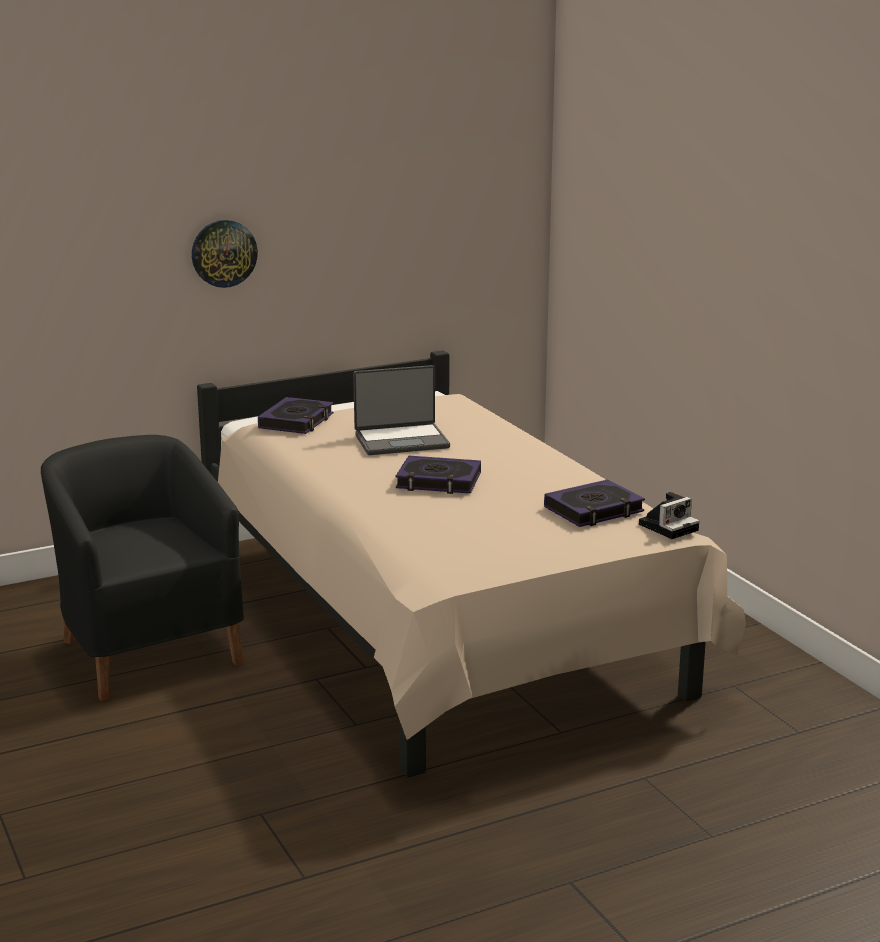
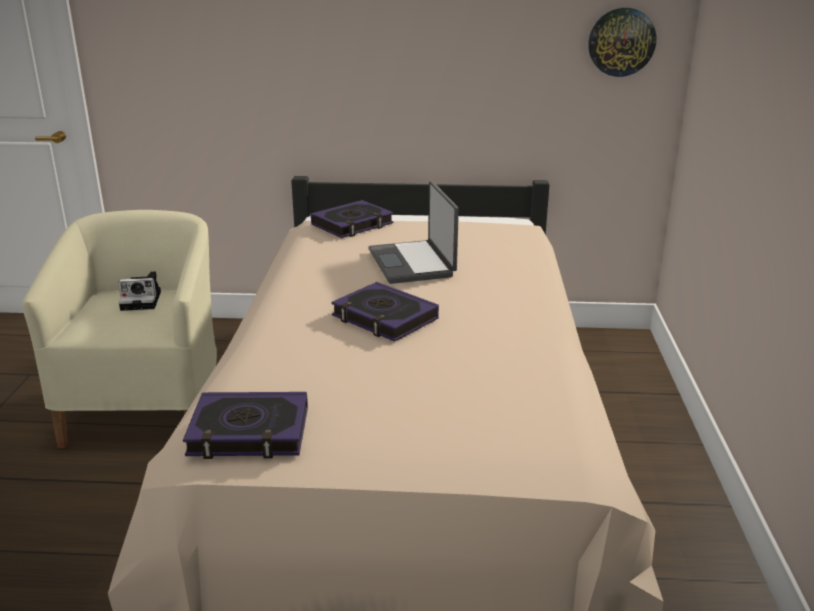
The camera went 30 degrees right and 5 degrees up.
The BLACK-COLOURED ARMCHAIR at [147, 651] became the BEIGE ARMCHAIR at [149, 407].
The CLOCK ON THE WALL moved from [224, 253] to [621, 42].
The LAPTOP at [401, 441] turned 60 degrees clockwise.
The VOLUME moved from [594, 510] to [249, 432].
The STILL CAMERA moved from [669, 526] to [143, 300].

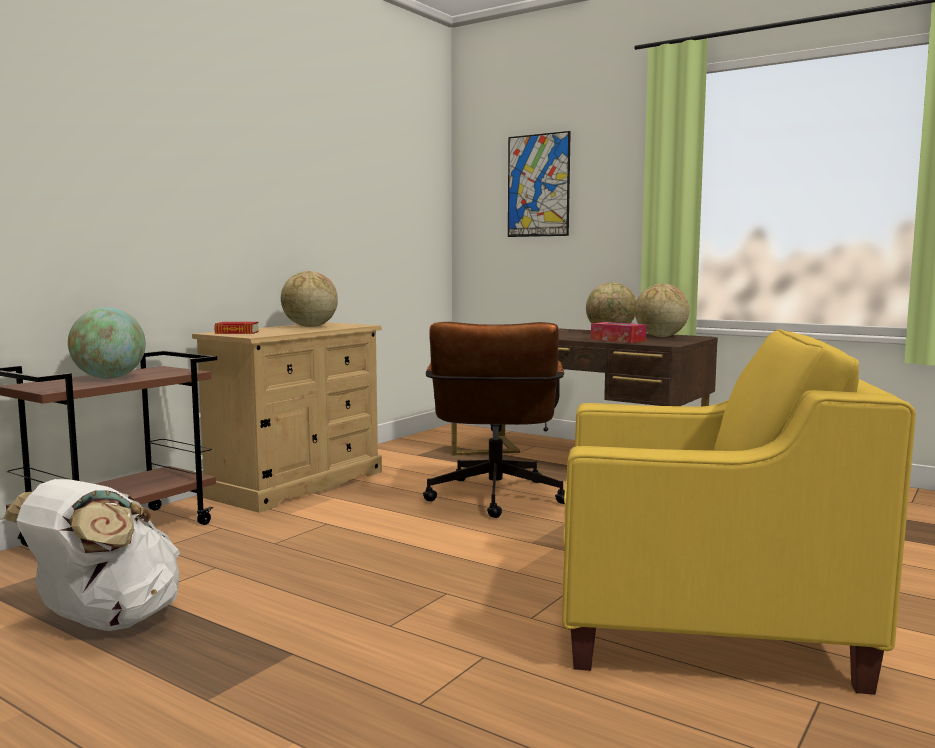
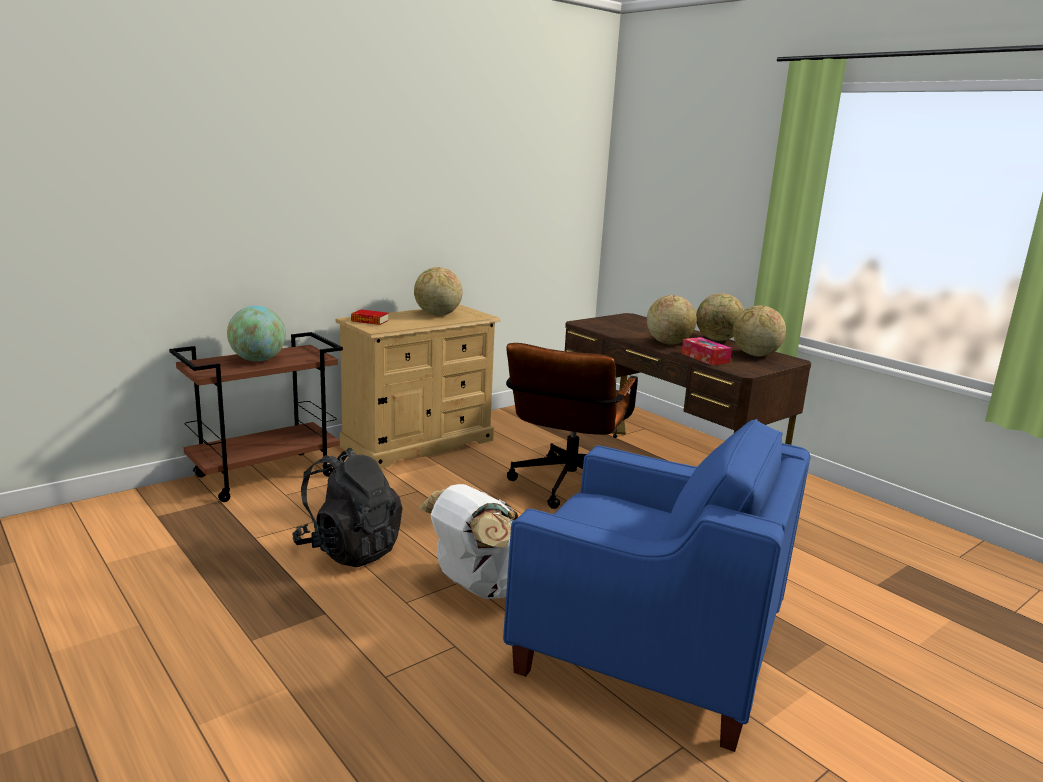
The camera went 15 degrees right and 10 degrees up.
The WHITISH KNAPSACK moved from [105, 622] to [479, 588].
The WALL ART at [538, 185] disappeared.
The YELLOW-COLOURED ARMCHAIR at [703, 624] became the BLUE-COLOURED ARMCHAIR at [647, 652].
The BLACK-COLOURED KNAPSACK at [349, 549] appeared.
The DESK GLOBE at [668, 343] appeared.

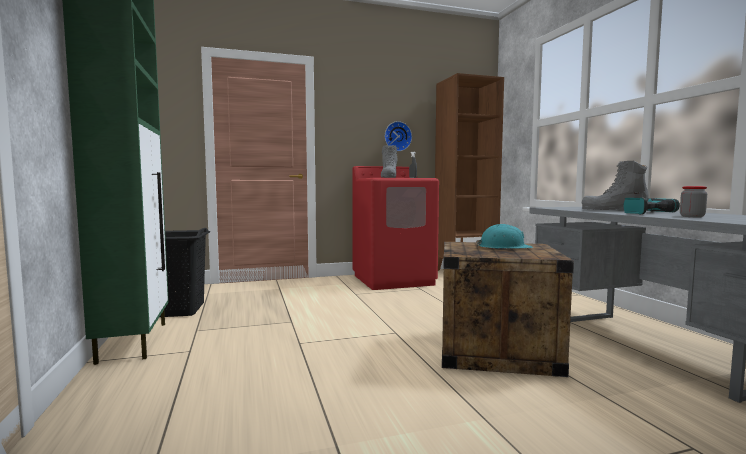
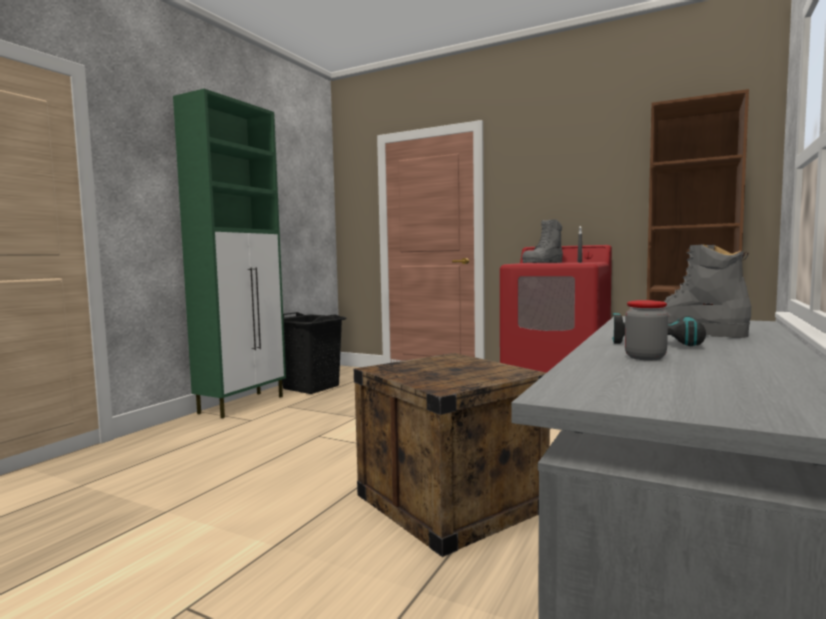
The camera went 45 degrees right and 0 degrees up.
The CLOCK ON THE WALL at [397, 136] disappeared.
The TURQUOISE-COLOURED SAFETY HELMET at [504, 247] disappeared.

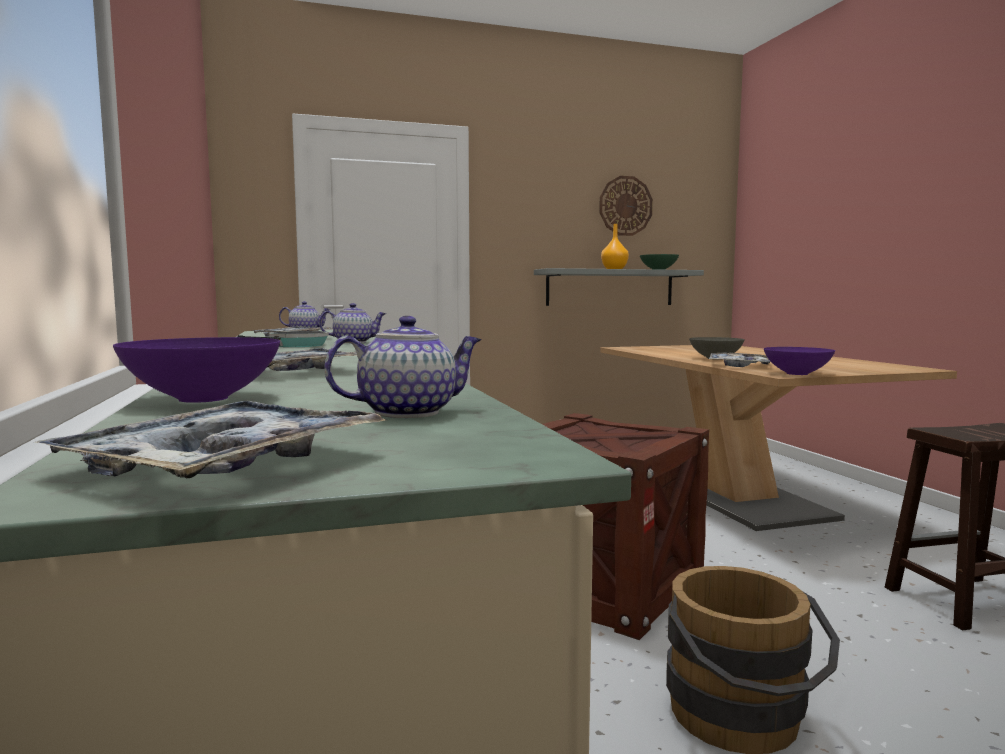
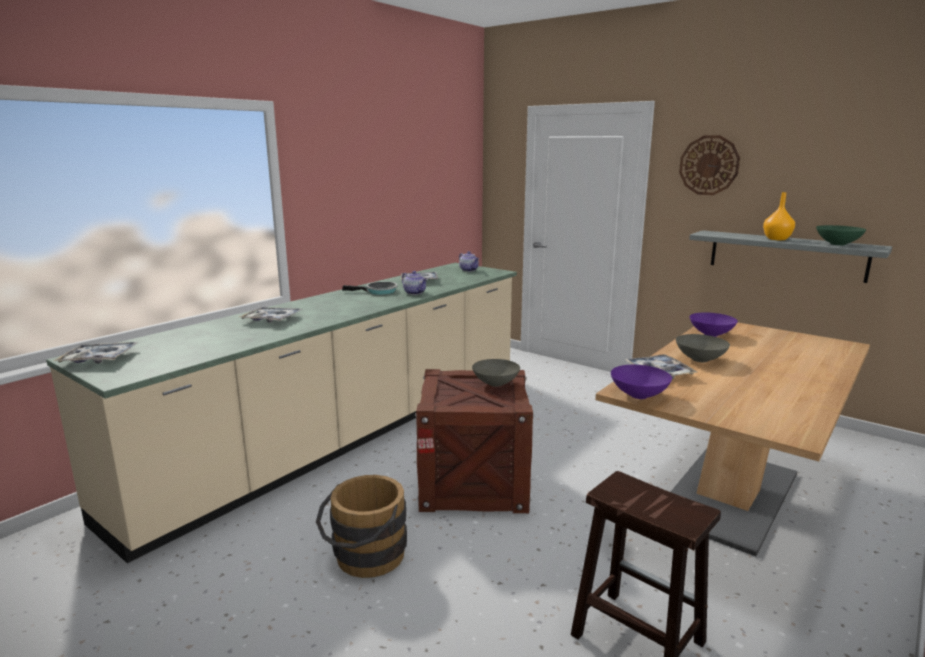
The camera went 55 degrees right and 10 degrees up.
The PURPLE-COLOURED BOWL moved from [205, 398] to [711, 334].
The TEAPOT at [408, 412] disappeared.
The CLOCK ON THE WALL moved from [625, 206] to [709, 165].
The GRAY BOWL at [495, 384] appeared.

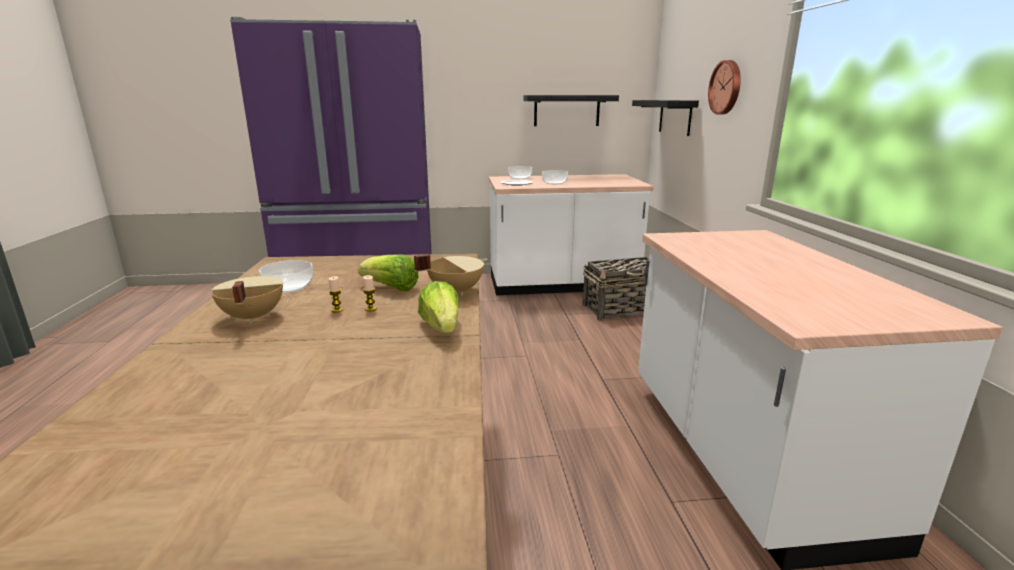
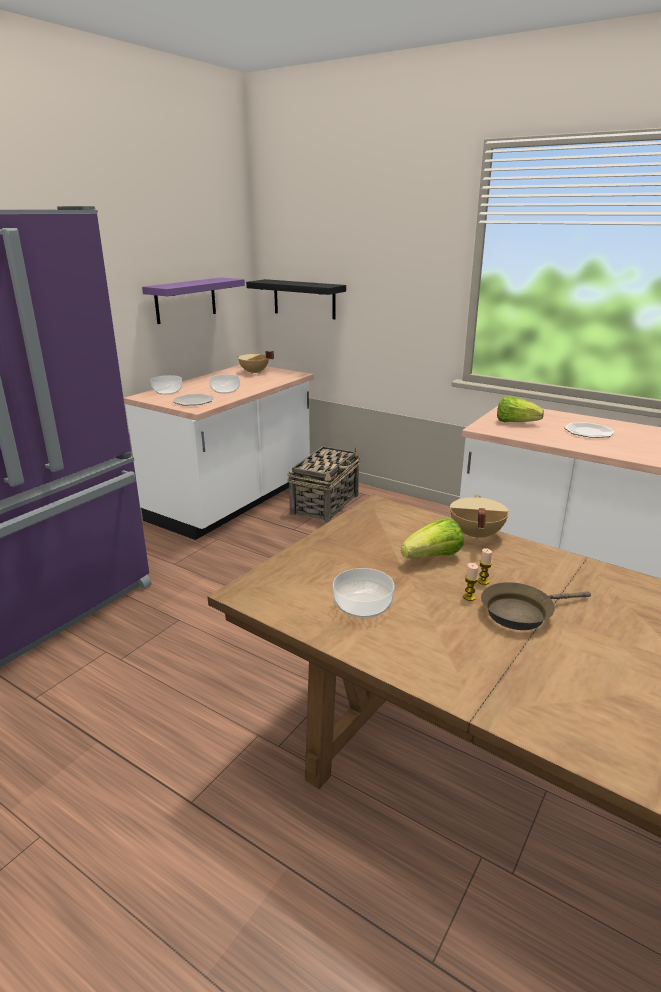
The camera went 50 degrees left and 5 degrees up.
The BEIGE STOCKPOT moved from [251, 317] to [254, 372].
The LETTUCE HEAD moved from [441, 327] to [515, 423].
The BLACK-COLOURED WALL SHELF at [566, 110] became the PURPLE-COLOURED WALL SHELF at [185, 300].
The CLOCK ON THE WALL at [726, 87] disappeared.
The BROWNISH FRYING PAN at [521, 612] appeared.
The PLATE at [588, 432] appeared.

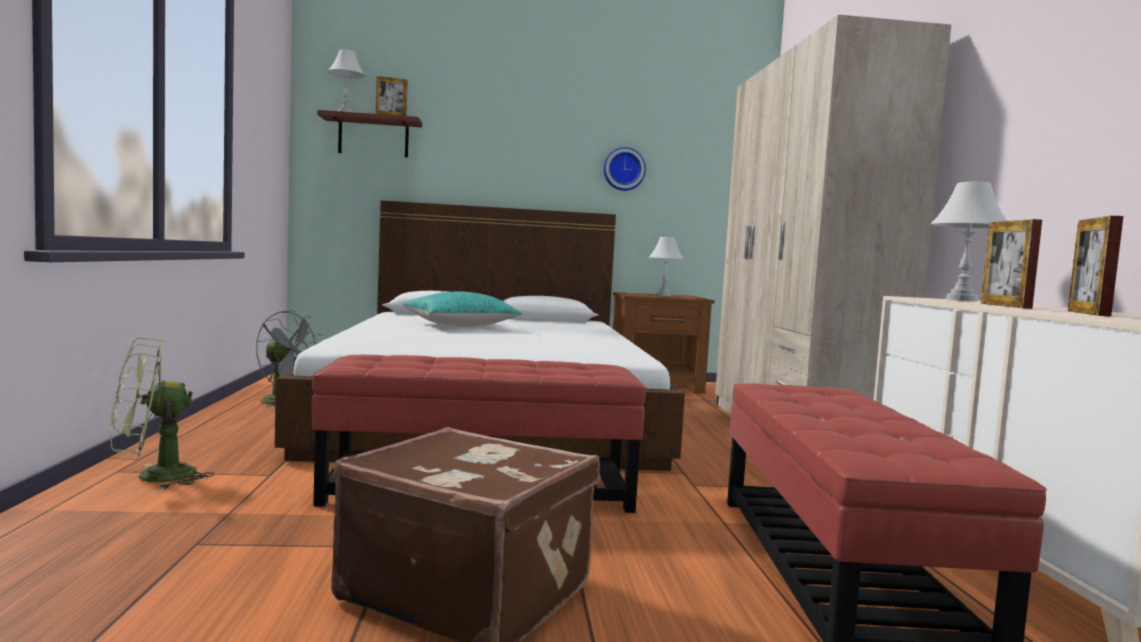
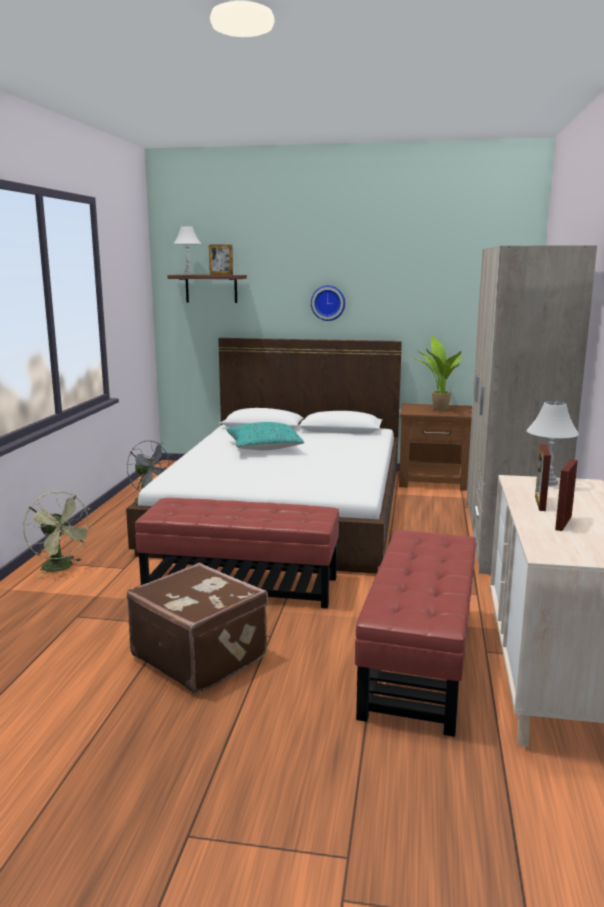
The camera went 15 degrees right and 10 degrees up.
The GREENISH FAN at [153, 477] turned 120 degrees counterclockwise.
The CLOCK ON THE WALL moved from [623, 169] to [328, 303].
The WHITISH TABLETOP LAMP at [663, 295] was replaced by the POTTED PLANT at [438, 410].

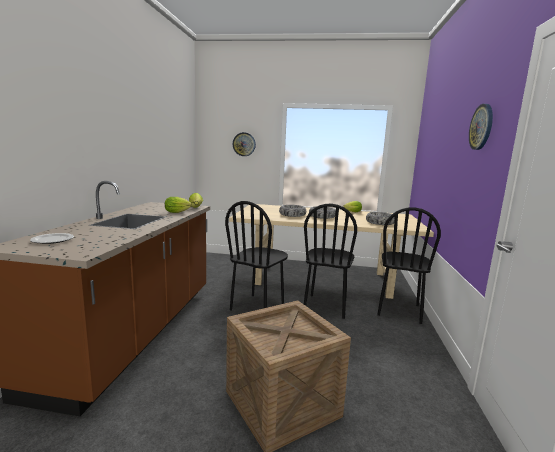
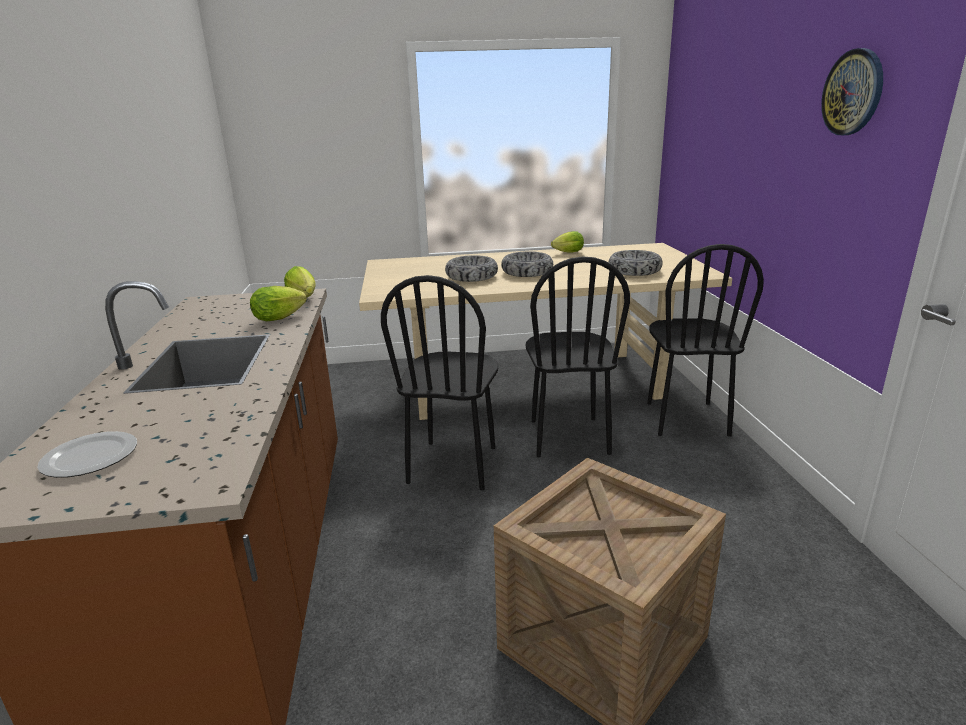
The camera went 15 degrees left and 10 degrees up.
The CLOCK ON THE WALL at [244, 144] disappeared.

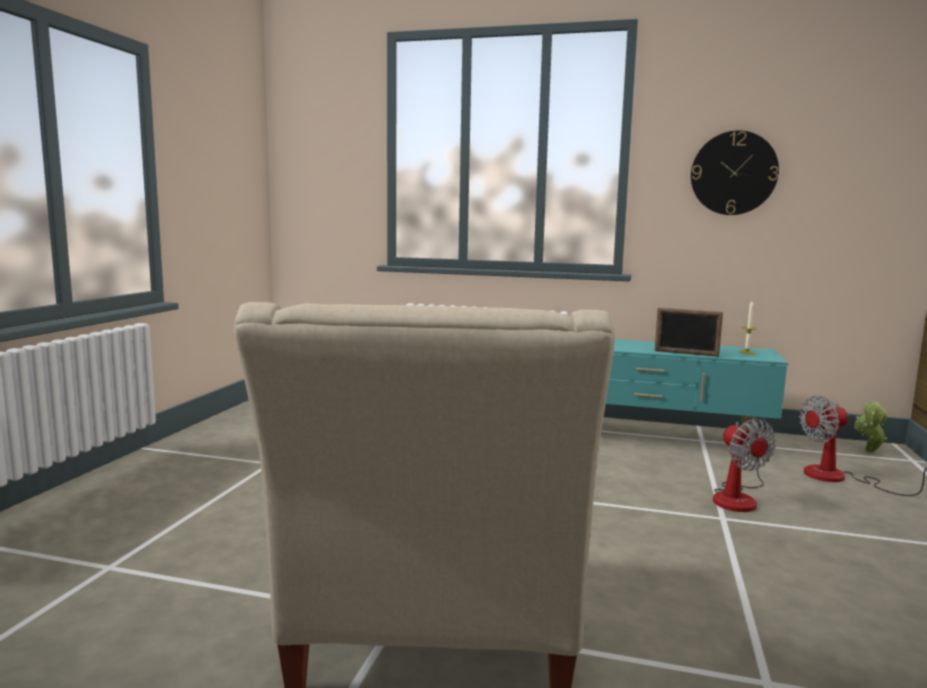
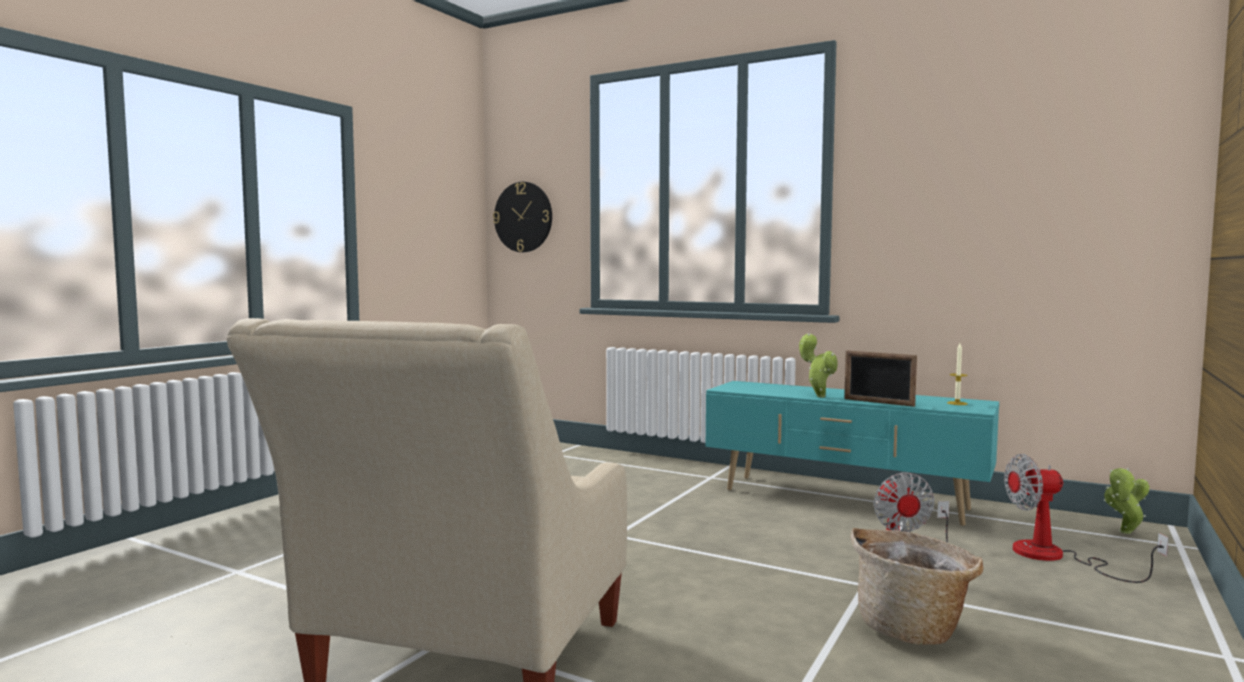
The camera went 15 degrees right and 5 degrees down.
The CLOCK ON THE WALL moved from [733, 173] to [523, 217].
The POTTED PLANT at [818, 396] appeared.
The STORAGE BASKET at [912, 628] appeared.

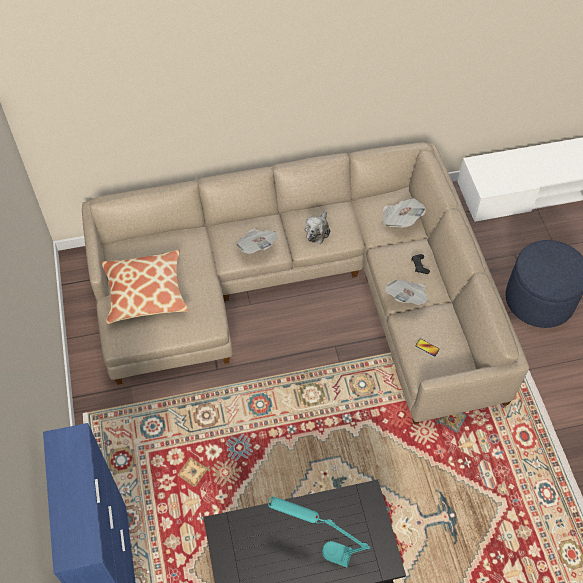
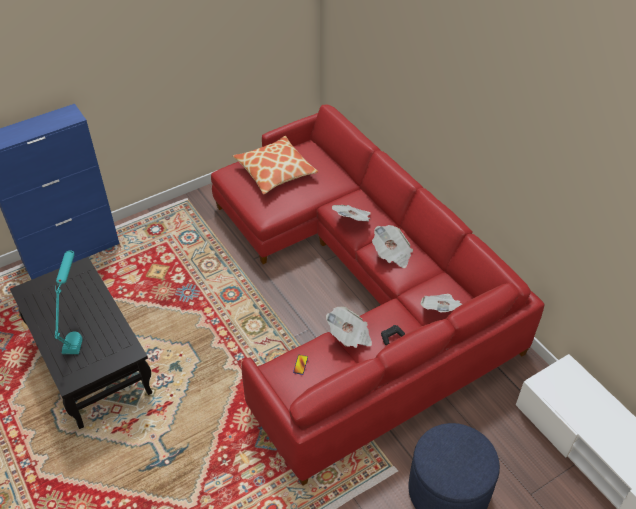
The camera went 70 degrees right and 10 degrees down.
The BEIGE COUCH at [303, 290] became the RED-COLOURED COUCH at [357, 291].
The SOFT TOY at [317, 231] was replaced by the PRINTED PAPER at [392, 254].

